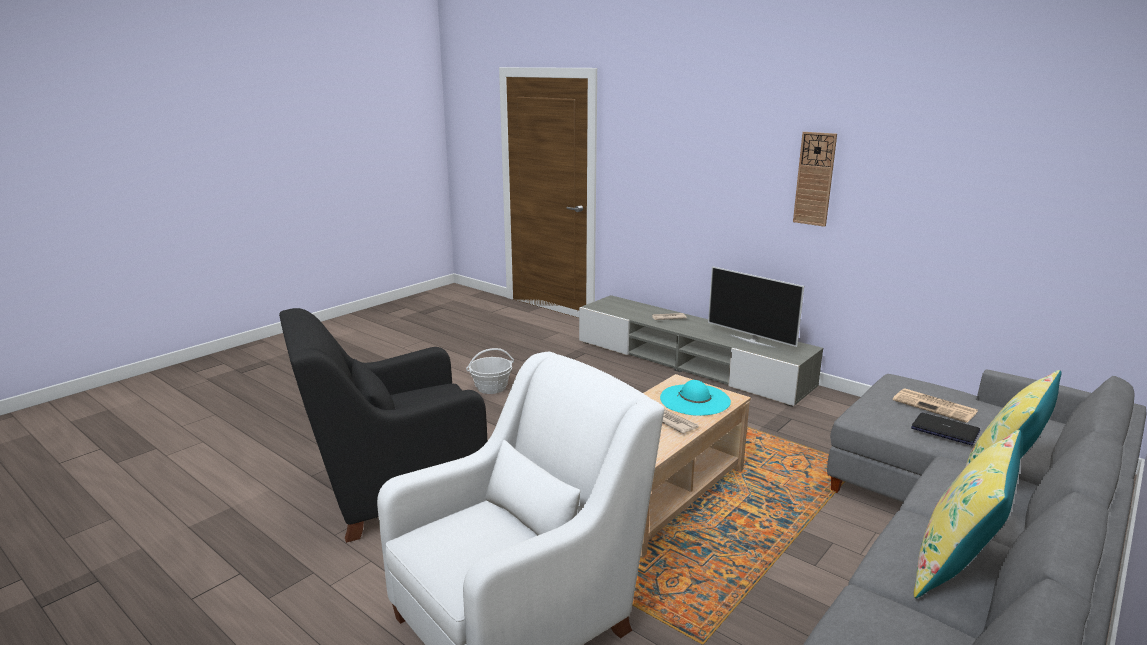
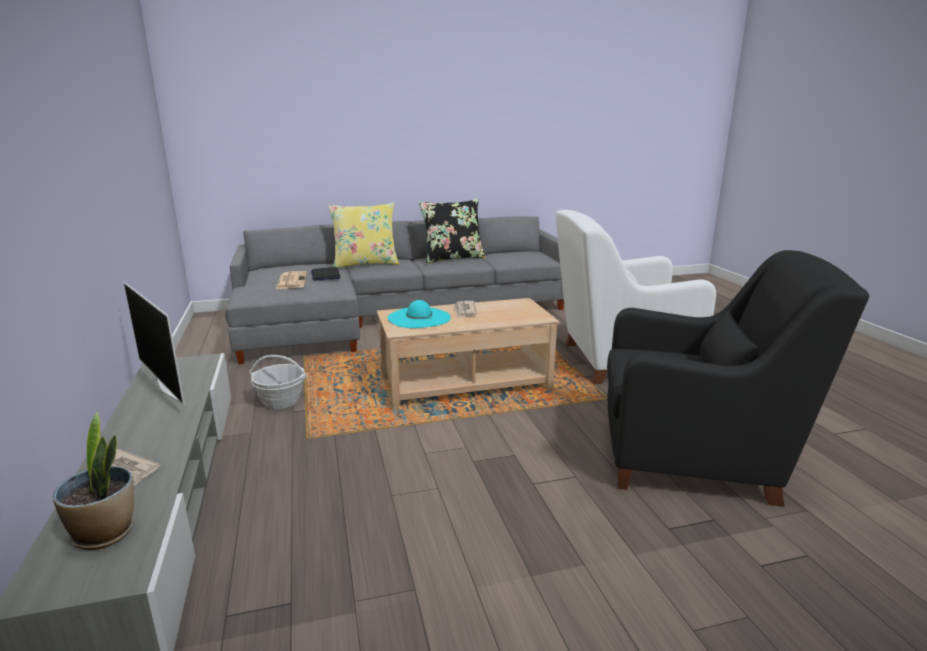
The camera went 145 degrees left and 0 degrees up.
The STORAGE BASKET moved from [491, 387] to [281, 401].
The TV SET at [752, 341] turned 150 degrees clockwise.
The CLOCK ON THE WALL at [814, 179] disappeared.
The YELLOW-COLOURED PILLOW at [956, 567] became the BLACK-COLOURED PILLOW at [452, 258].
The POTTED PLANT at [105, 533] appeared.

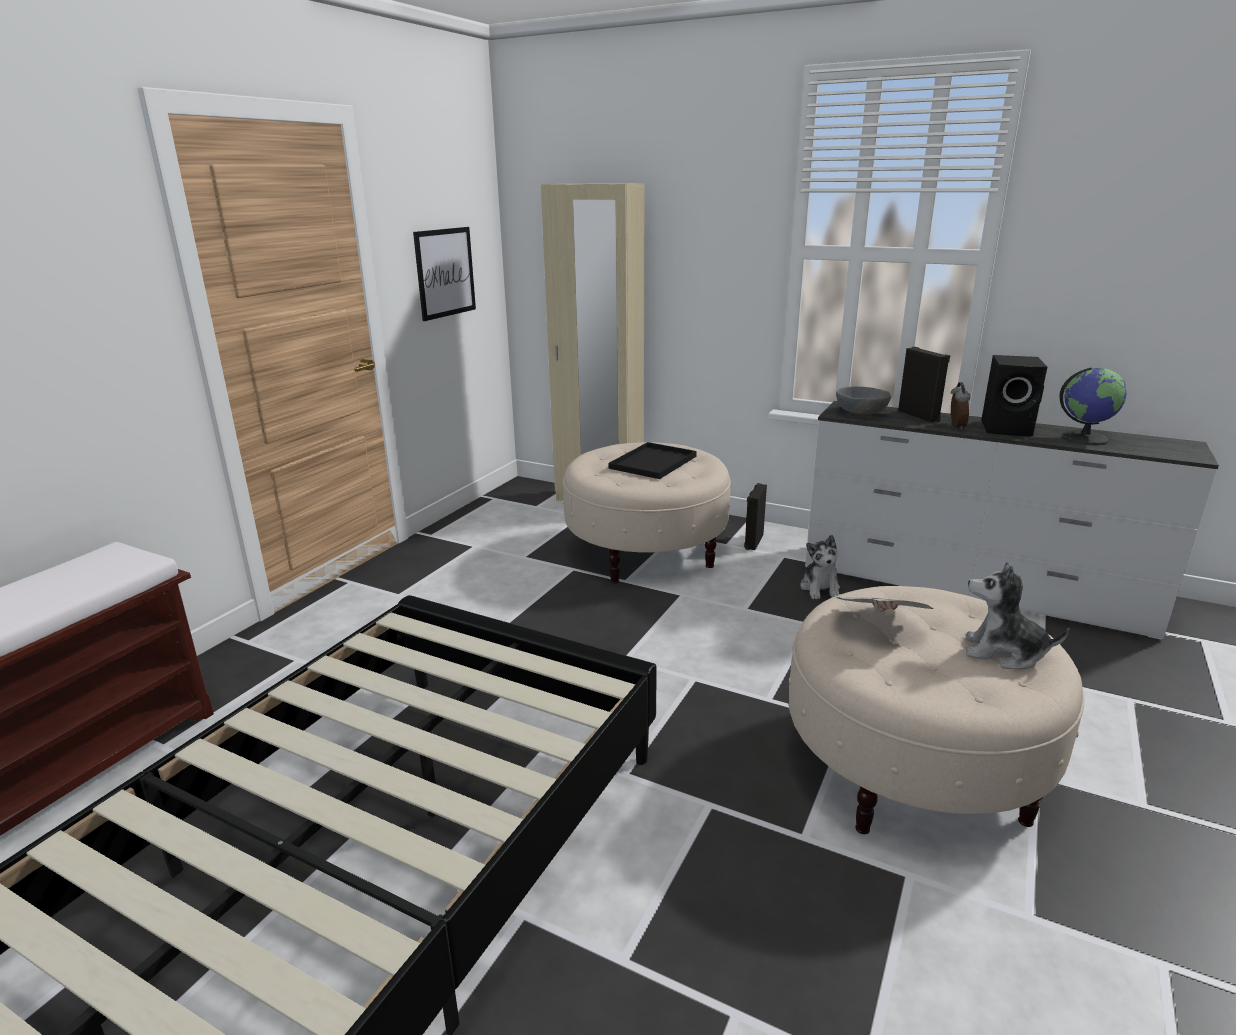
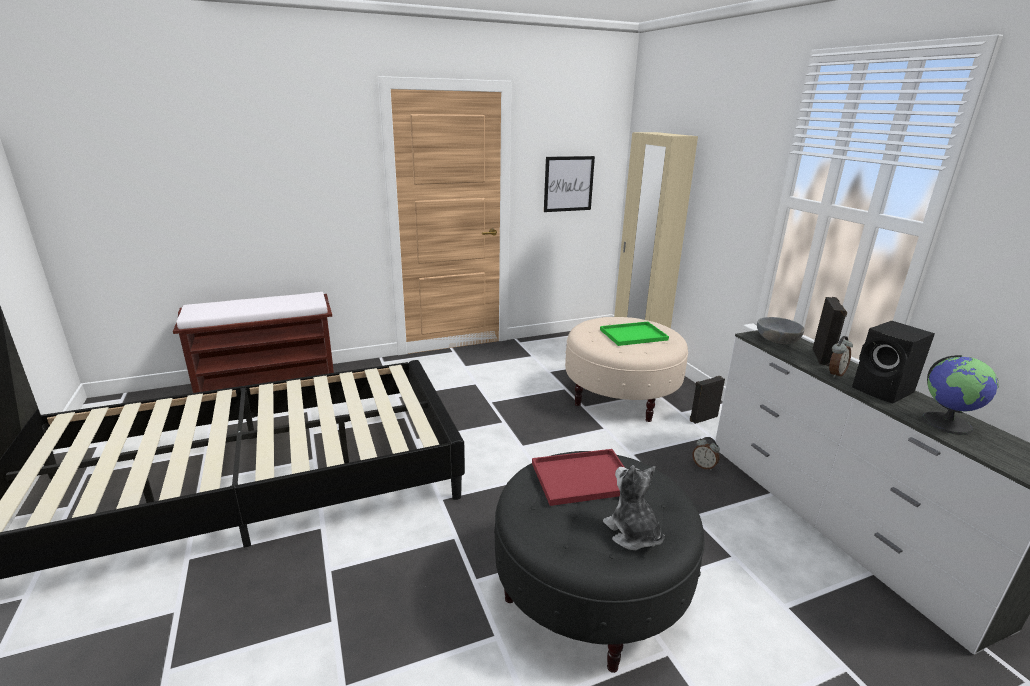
The camera went 40 degrees right and 0 degrees up.
The BLACK-COLOURED SERVING TRAY at [653, 463] became the GREENISH SERVING TRAY at [632, 335].
The BEIGE FOOTREST at [913, 768] became the BLACK-COLOURED FOOTREST at [590, 593].
The SOFT TOY at [820, 588] was replaced by the ALARM CLOCK at [704, 466].
The PRINTED PAPER at [879, 625] was replaced by the RED-COLOURED SERVING TRAY at [584, 477].

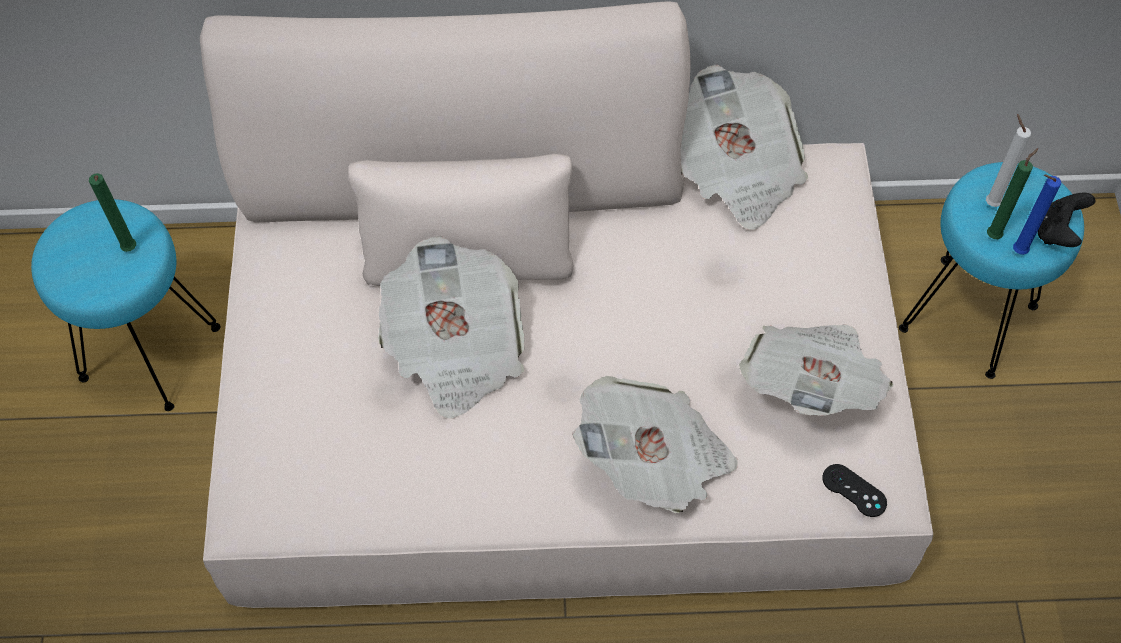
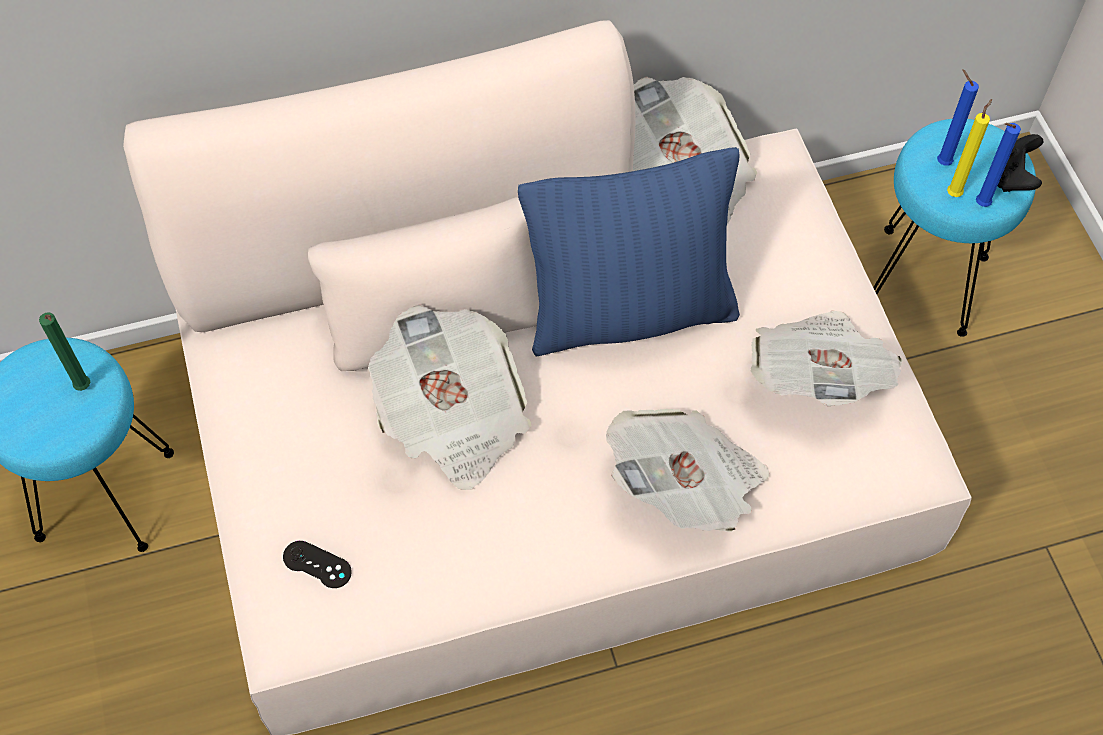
The camera went 15 degrees left and 0 degrees up.
The BLACK-COLOURED JOYPAD moved from [854, 490] to [317, 564].
The WHITISH WAX LIGHT at [990, 202] became the BLUE-COLOURED WAX LIGHT at [941, 162].
The GREENISH WAX LIGHT at [995, 235] became the YELLOW-COLOURED WAX LIGHT at [955, 193].
The BLUE-COLOURED PILLOW at [629, 312] appeared.

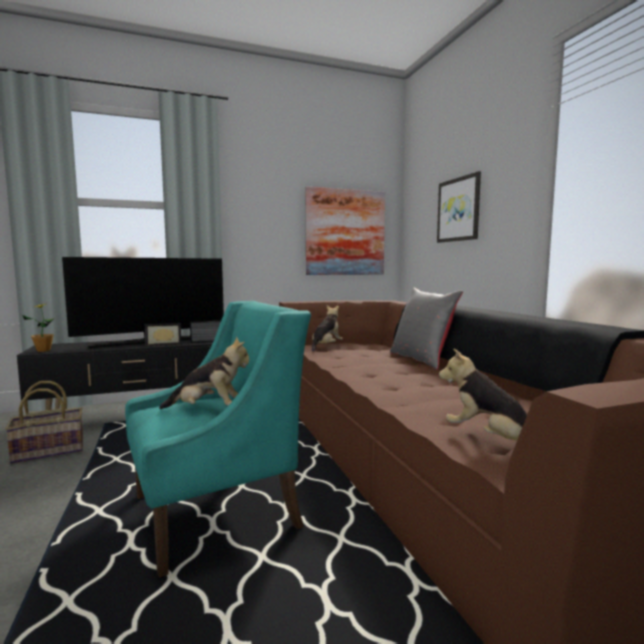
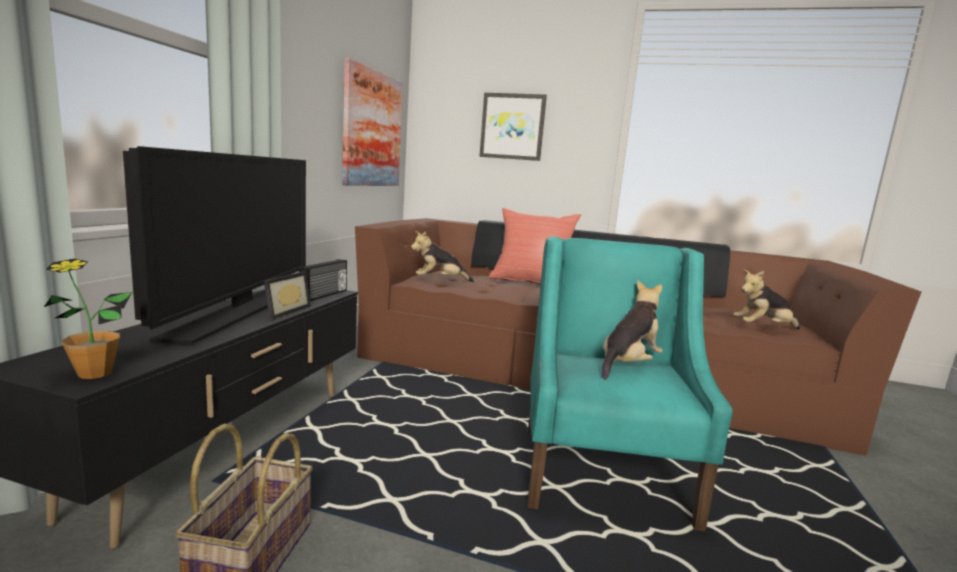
The camera went 55 degrees left and 5 degrees up.
The SOFT TOY at [326, 347] turned 75 degrees counterclockwise.
The GRAY PILLOW at [422, 359] became the RED-COLOURED PILLOW at [531, 281].

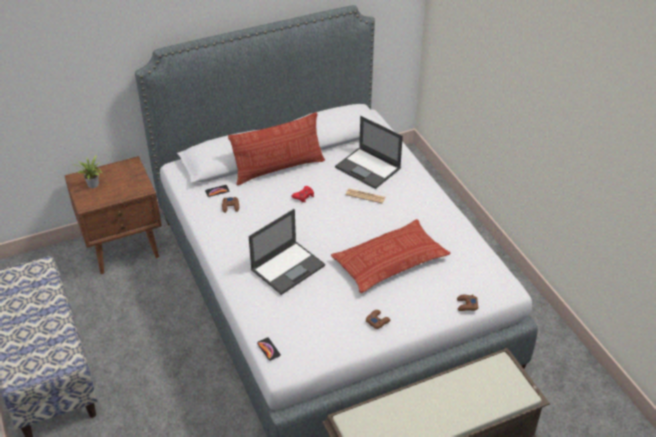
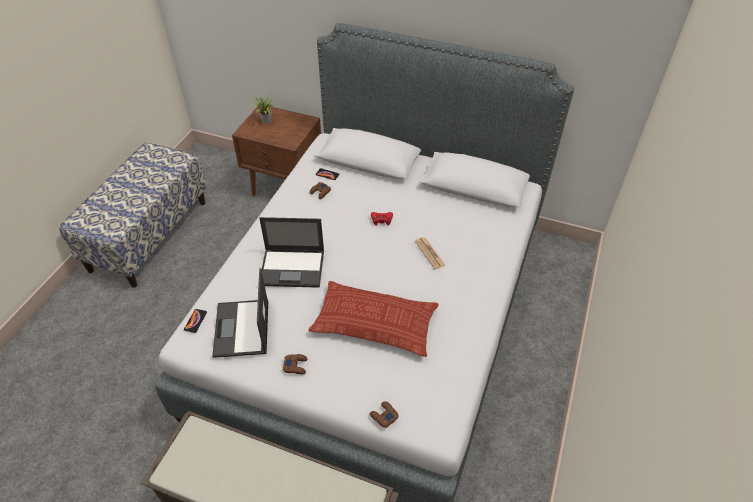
The camera went 45 degrees right and 5 degrees up.
The PILLOW at [278, 168] disappeared.
The LAPTOP moved from [368, 168] to [242, 329].

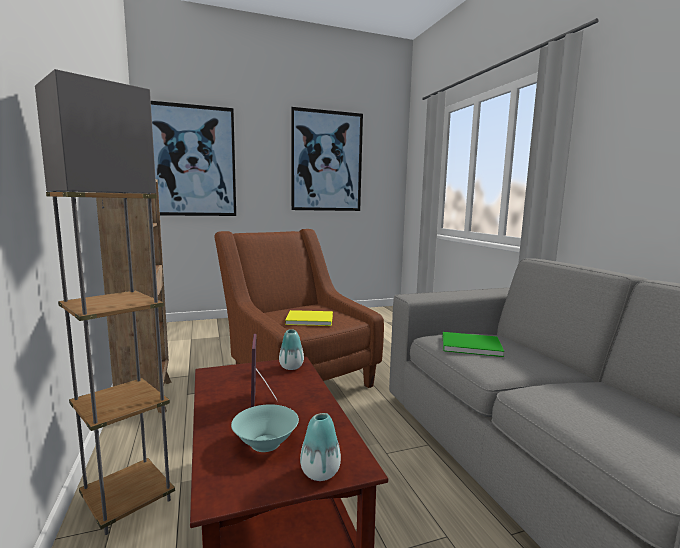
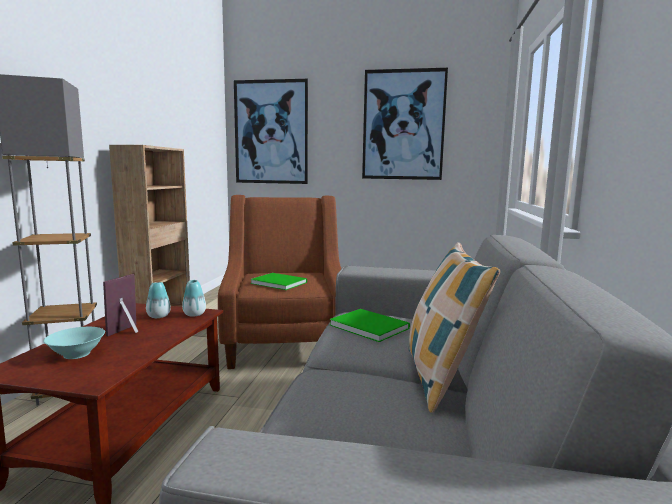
The camera went 30 degrees right and 0 degrees up.
The YELLOW-COLOURED VOLUME at [308, 319] became the GREENISH VOLUME at [278, 282].
The VASE moved from [320, 473] to [158, 316].
The PILLOW at [441, 378] appeared.

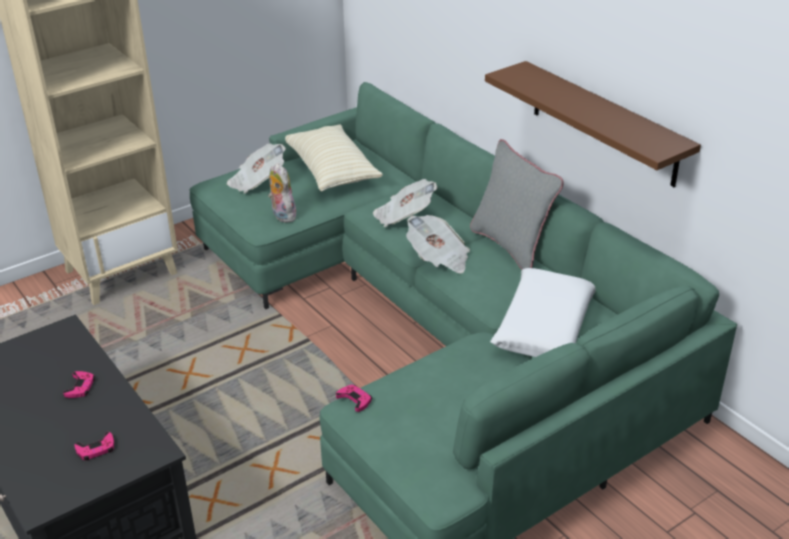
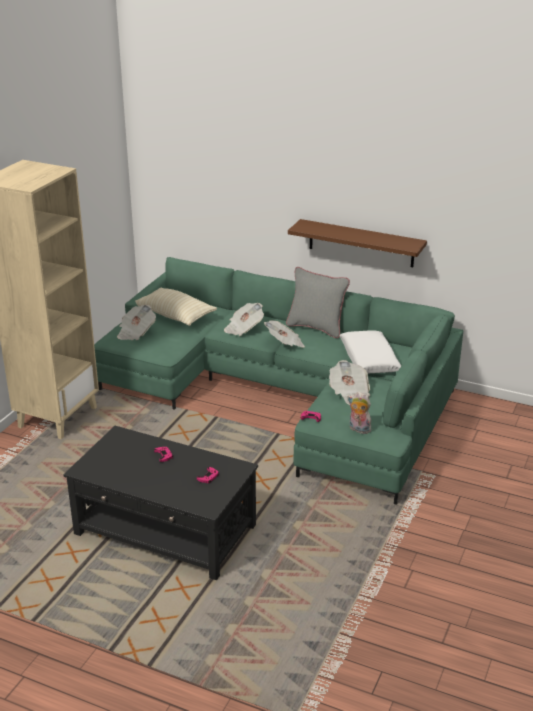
The camera went 30 degrees left and 5 degrees down.
The SOFT TOY moved from [282, 215] to [358, 429].
The PRINTED PAPER at [349, 393] appeared.

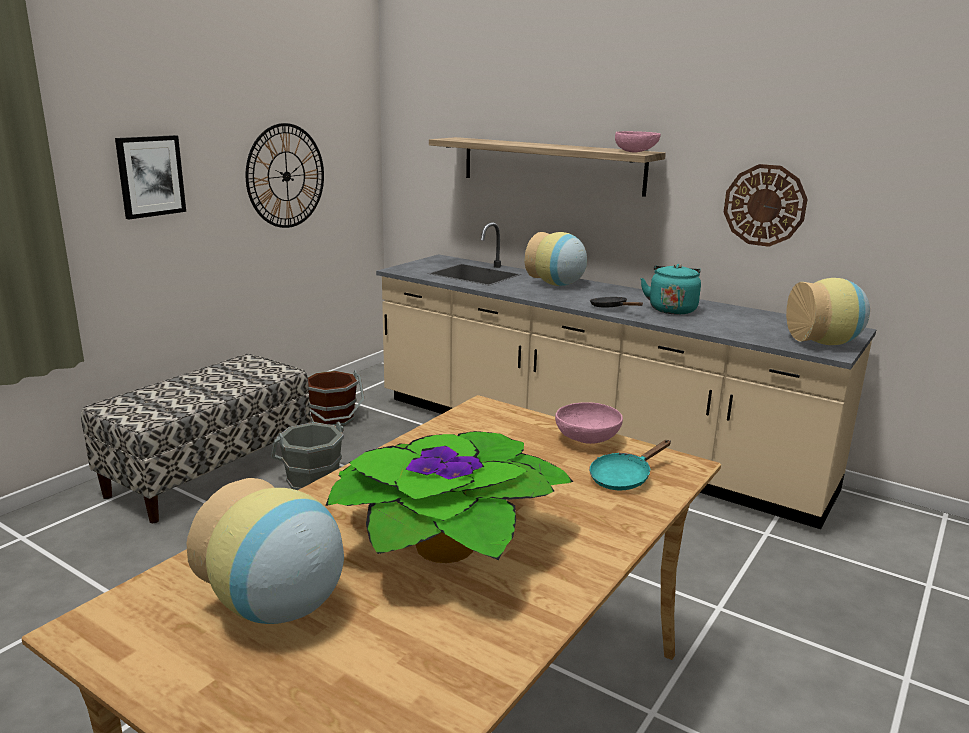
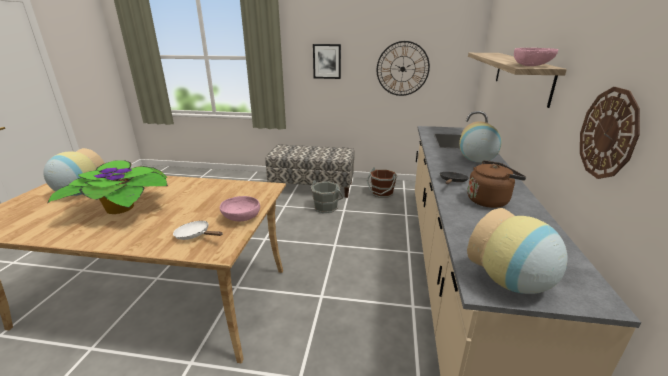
The camera went 65 degrees right and 5 degrees up.
The TURQUOISE-COLOURED FRYING PAN at [624, 478] became the WHITISH FRYING PAN at [195, 235].
The TURQUOISE-COLOURED KETTLE at [672, 309] became the BROWNISH KETTLE at [489, 200].

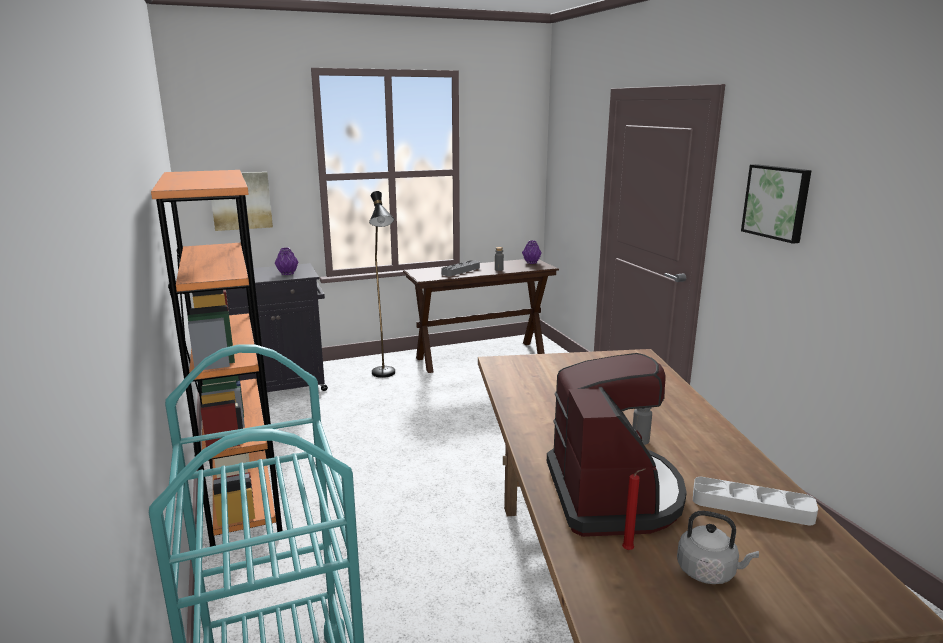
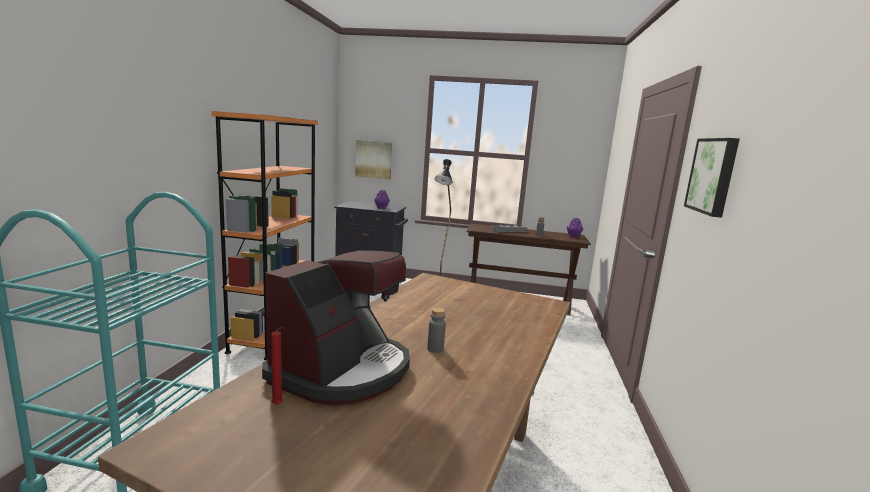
The camera went 30 degrees right and 5 degrees down.
The GRAY KETTLE at [709, 572] disappeared.
The GRAY SERVING TRAY at [752, 506] disappeared.

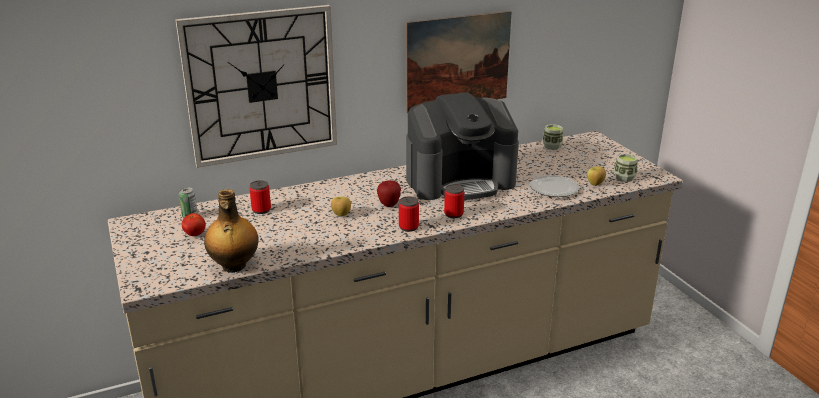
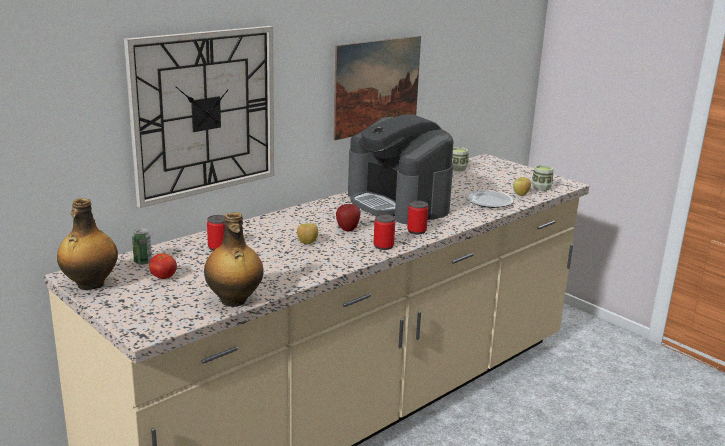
The camera went 20 degrees left and 5 degrees down.
The COFFEE BREWER at [460, 181] turned 90 degrees clockwise.
The BOTTLE at [90, 284] appeared.

